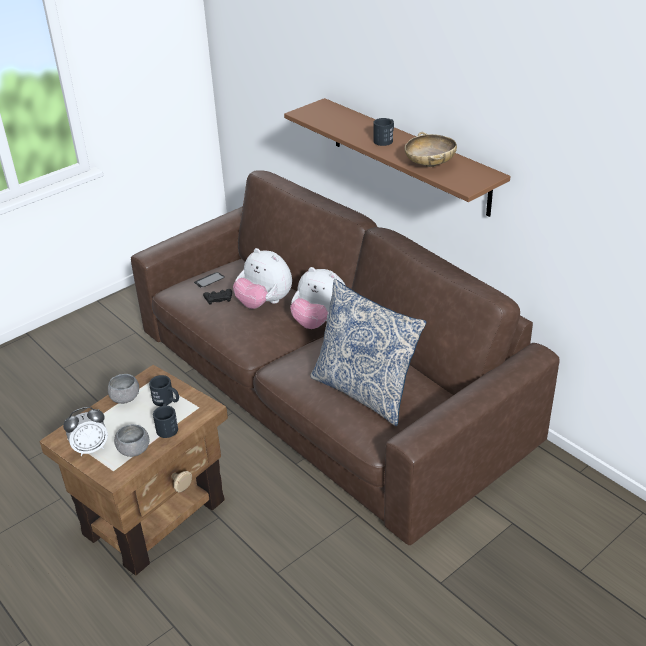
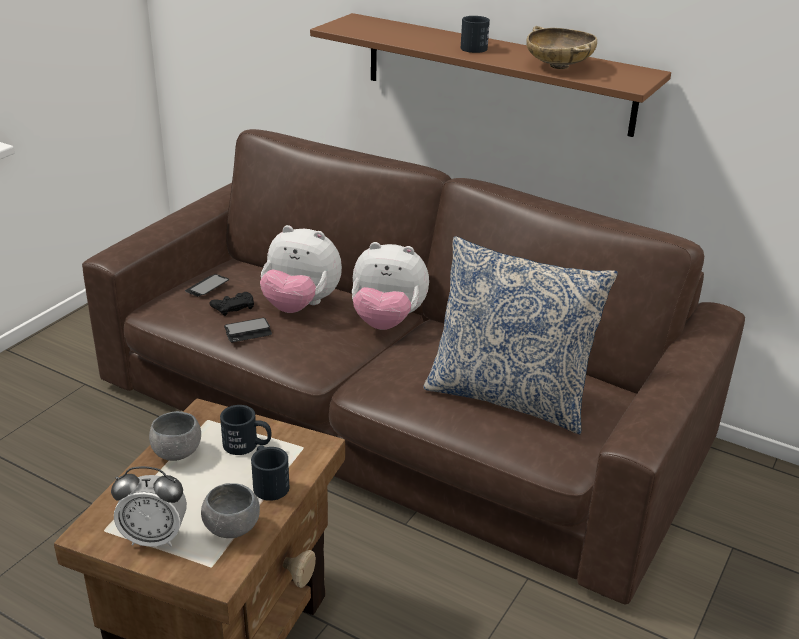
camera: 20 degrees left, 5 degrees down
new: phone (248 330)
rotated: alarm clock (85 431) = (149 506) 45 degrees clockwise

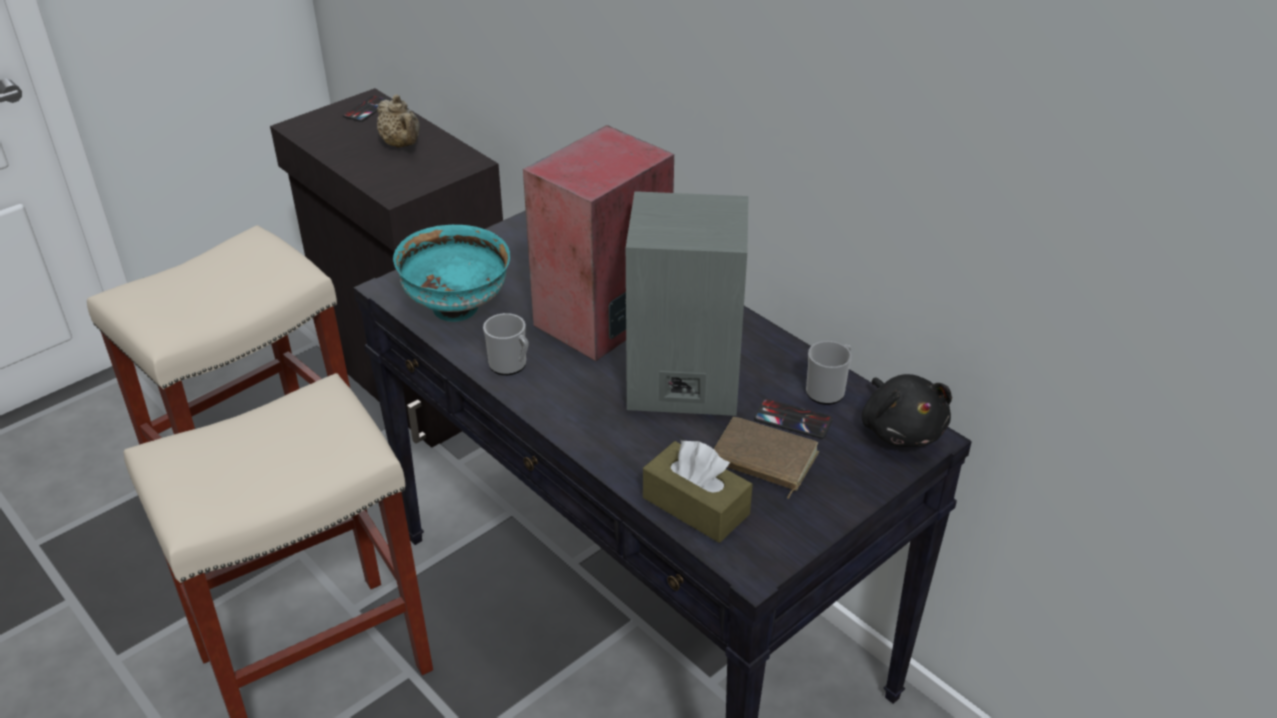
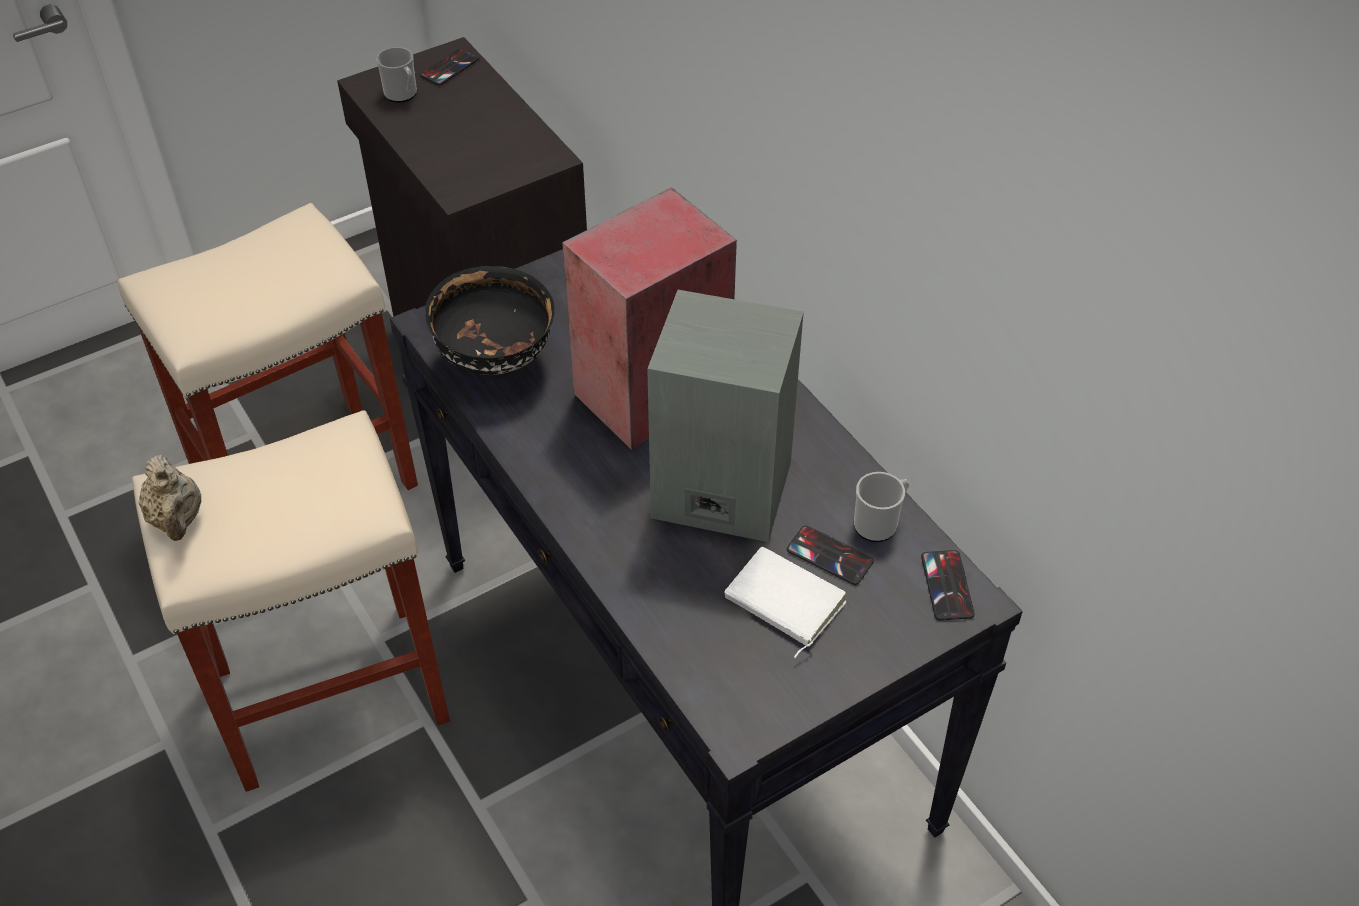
camera: 10 degrees right, 10 degrees up
gone: brown tissue box (698 491)
shifted: beige teapot (398 121) to (169 498); mug (506 344) to (396 75)
swapped: black plush toy (907 410) to phone (948 585)
repainted: turquoise bowl (451 273) to black bowl (490 322); brown book (766 458) to white book (785 602)

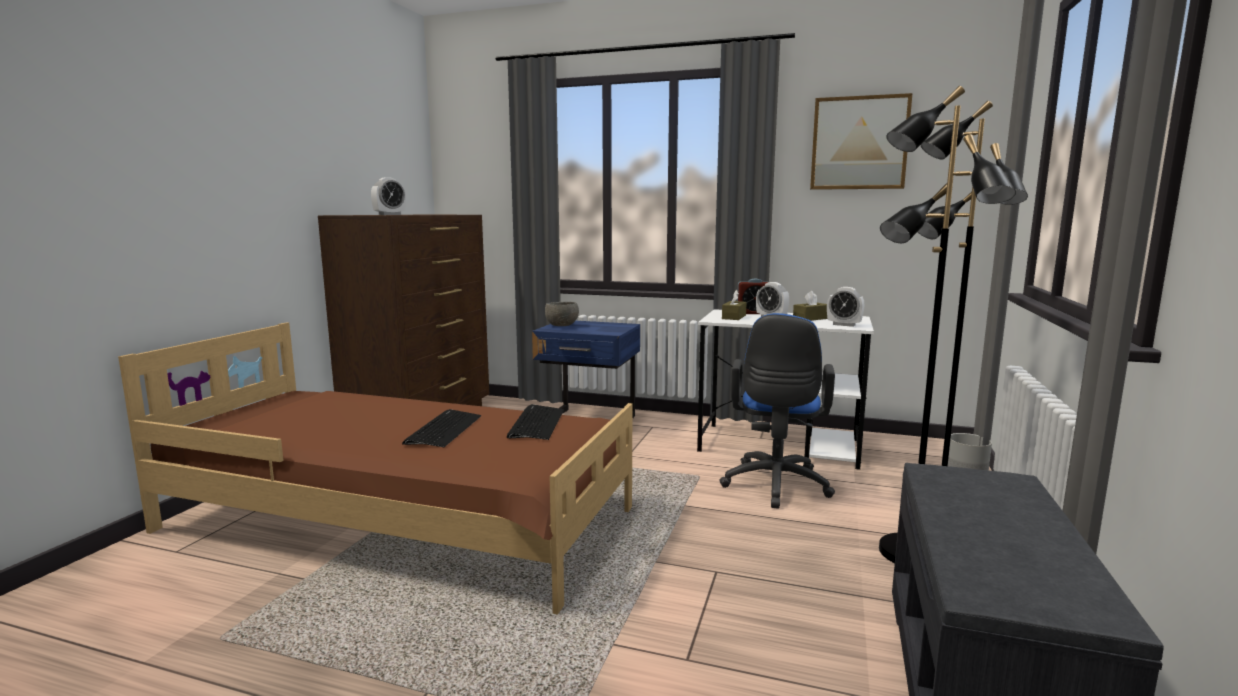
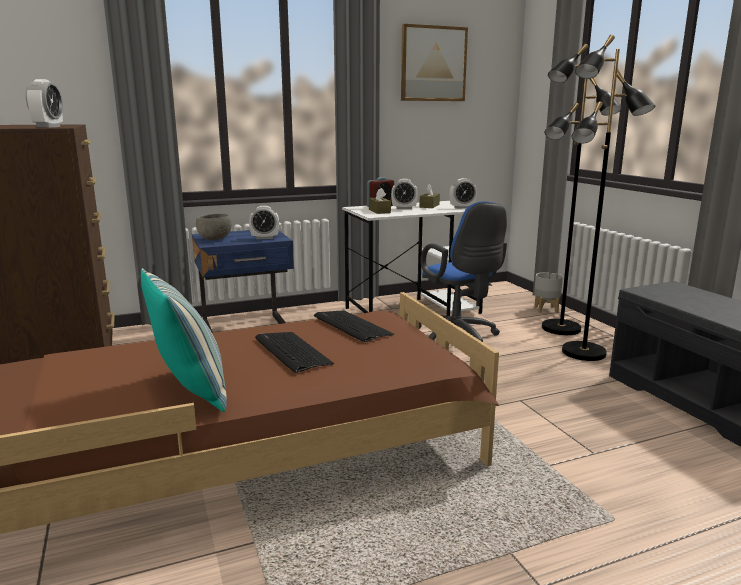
camera: 40 degrees left, 5 degrees up
new: pillow (184 340); alarm clock (264 222)

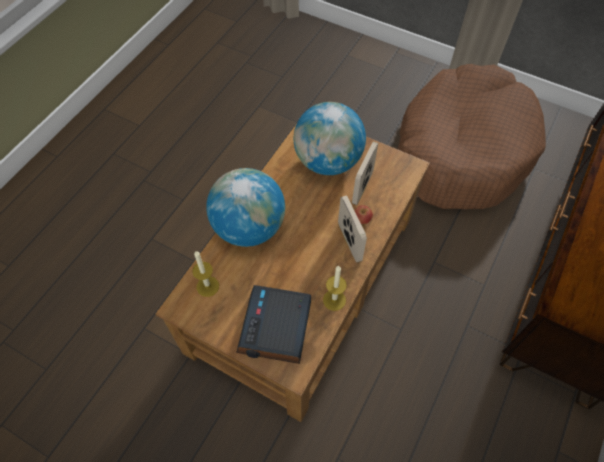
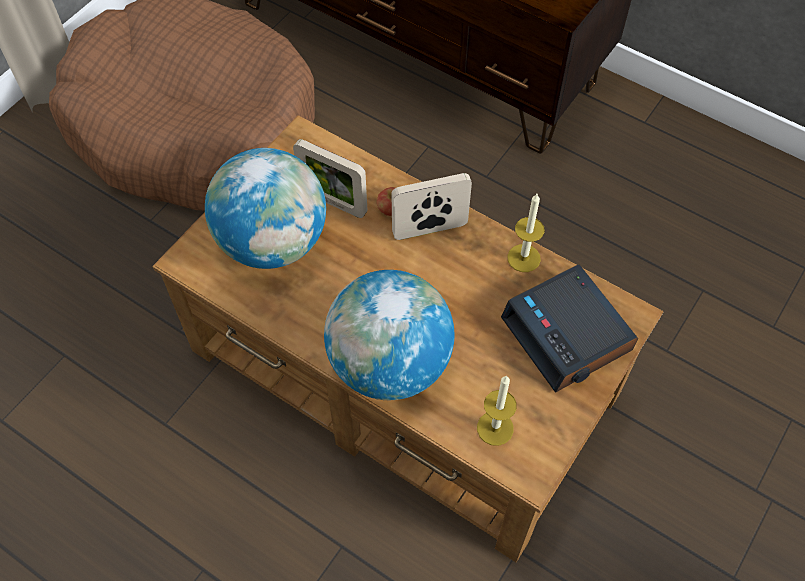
camera: 85 degrees left, 0 degrees up
rotated: alarm clock (273 324) = (569 329) 45 degrees clockwise

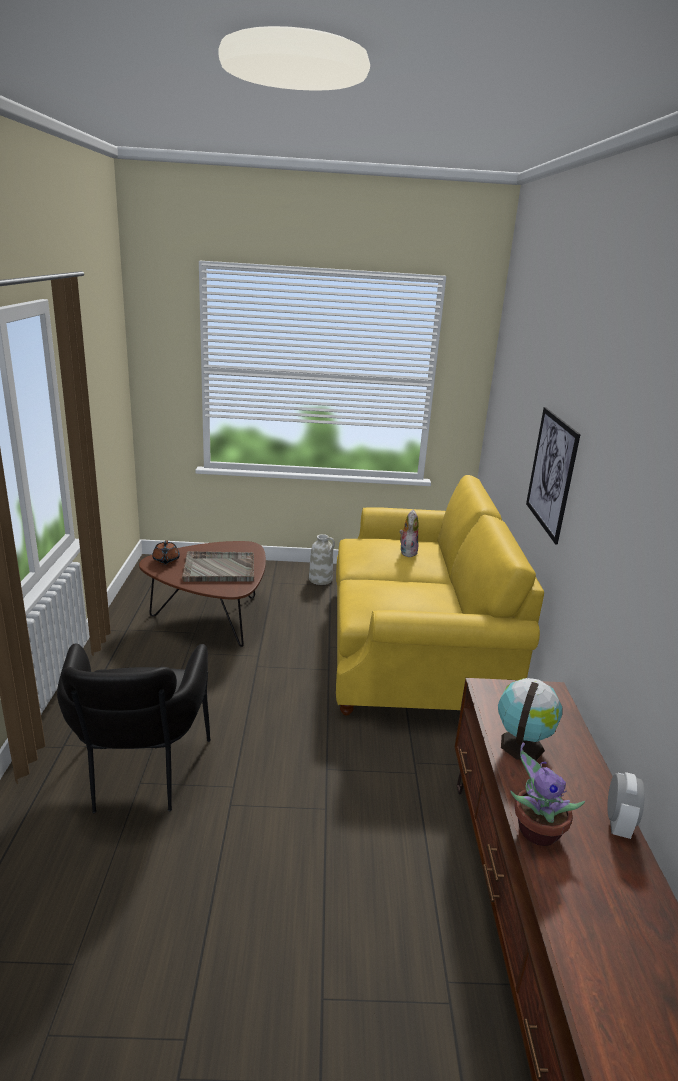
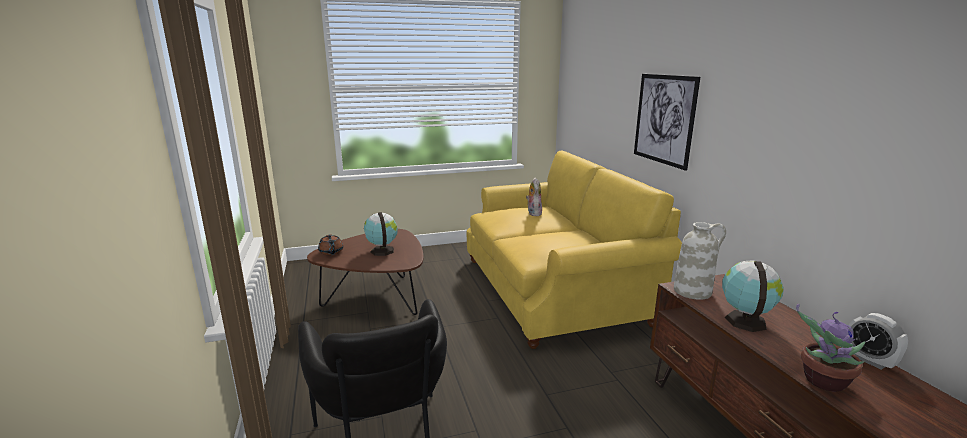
camera: 15 degrees left, 5 degrees down
shifted: white vase (322 559) to (700 261)
swapped: grey tray (218 566) to globe (381 234)
rotated: alarm clock (626 805) = (878 341) 150 degrees clockwise

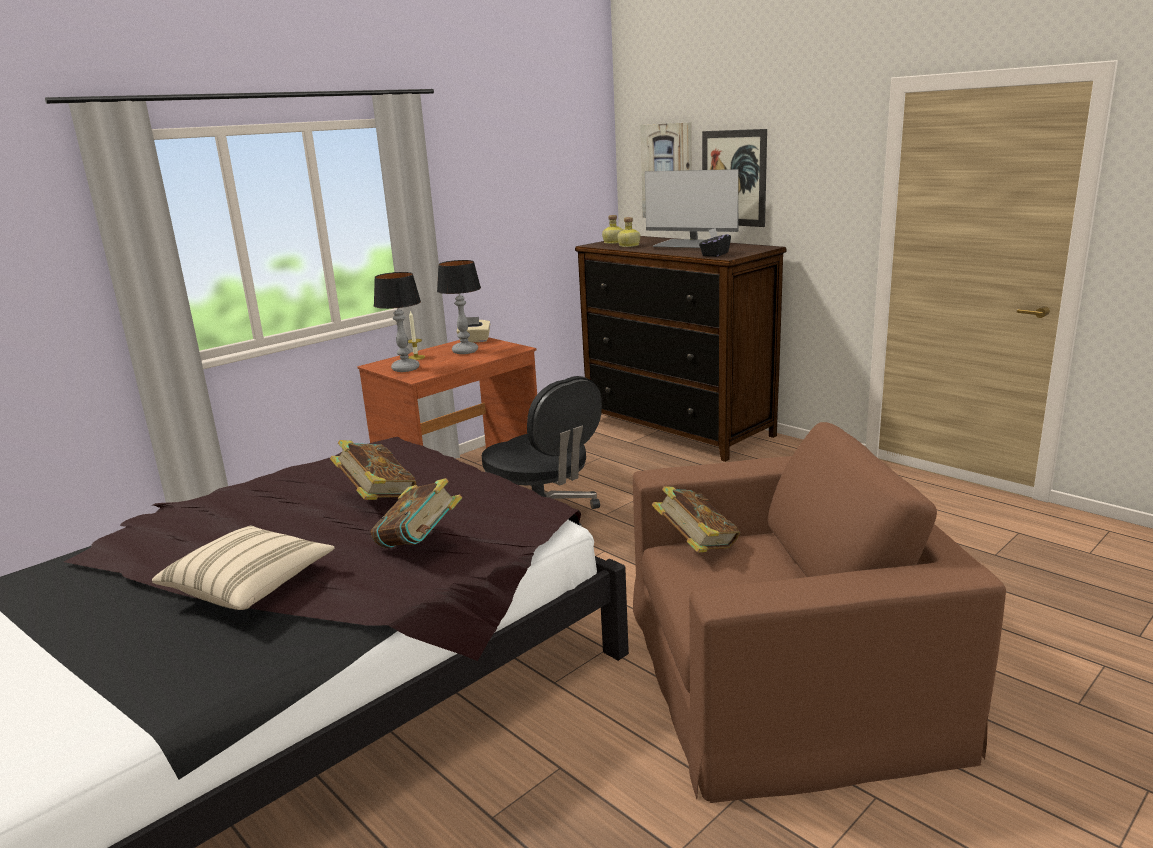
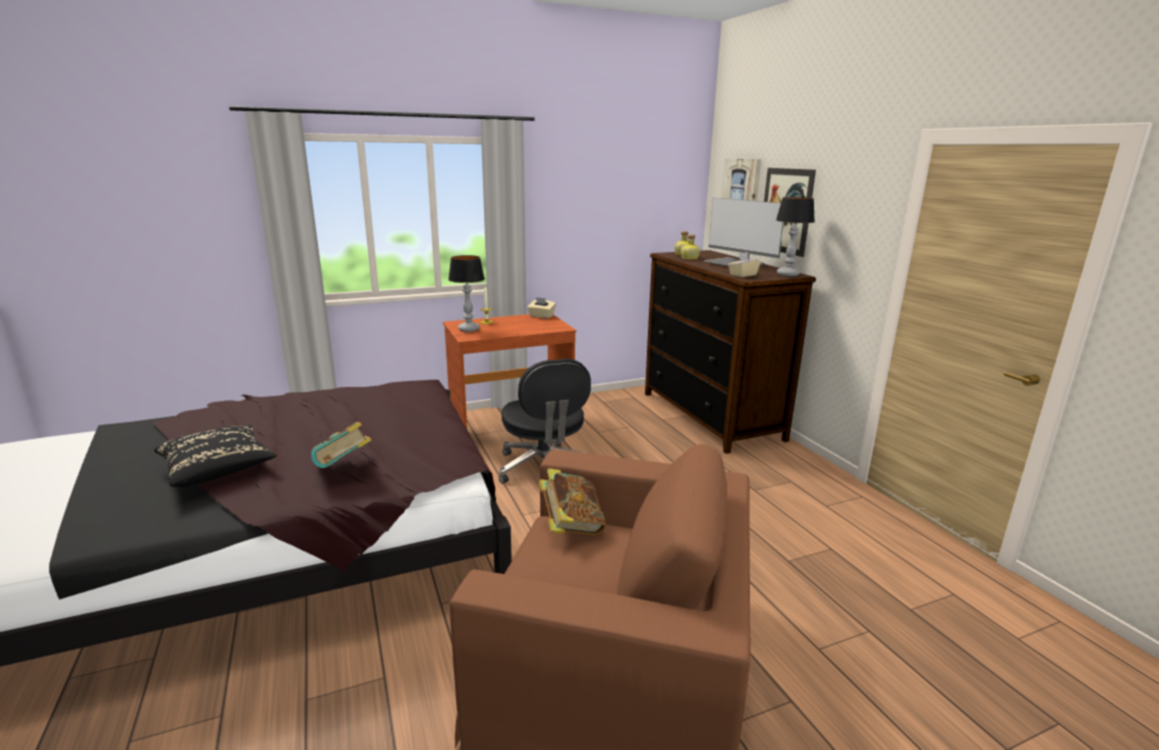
camera: 20 degrees right, 0 degrees up
gone: book (373 470)
shifted: table lamp (459 307) to (795 236)
repainted: beige pillow (243 568) to black pillow (215 456); black tissue box (715 242) to beige tissue box (744 264)

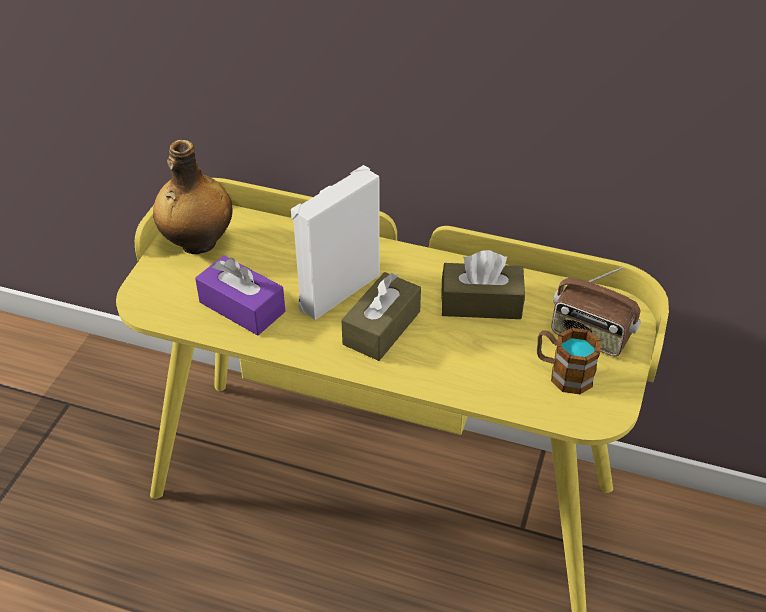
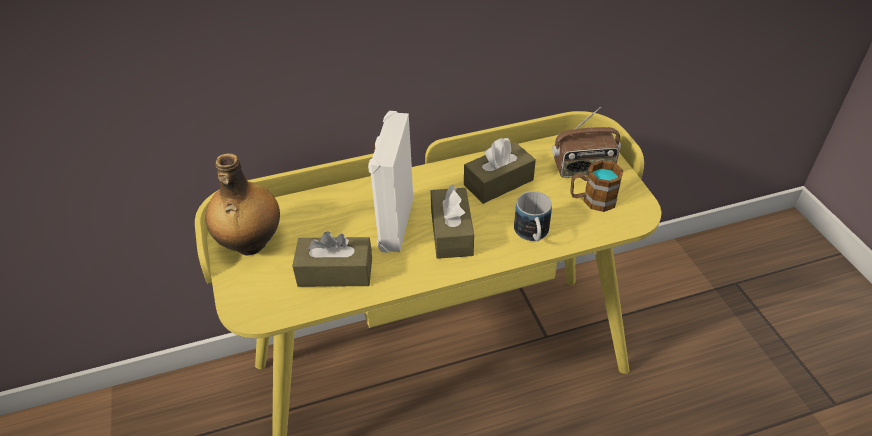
camera: 35 degrees left, 0 degrees up
new: mug (533 216)
repainted: purple tissue box (240 295) to brown tissue box (332 259)

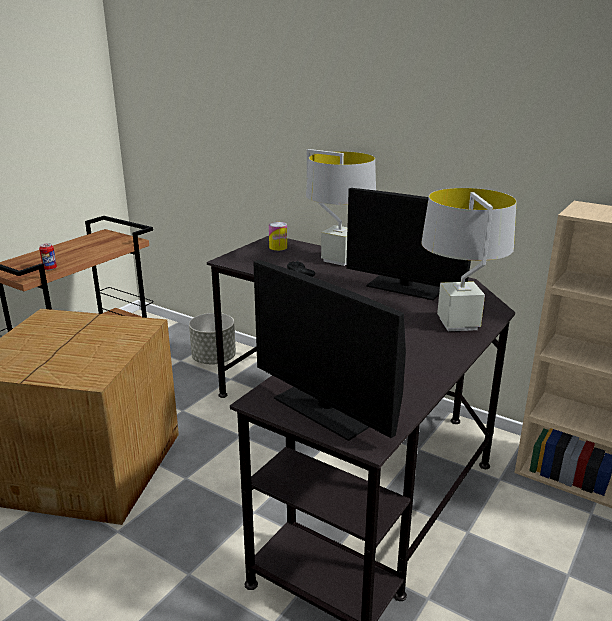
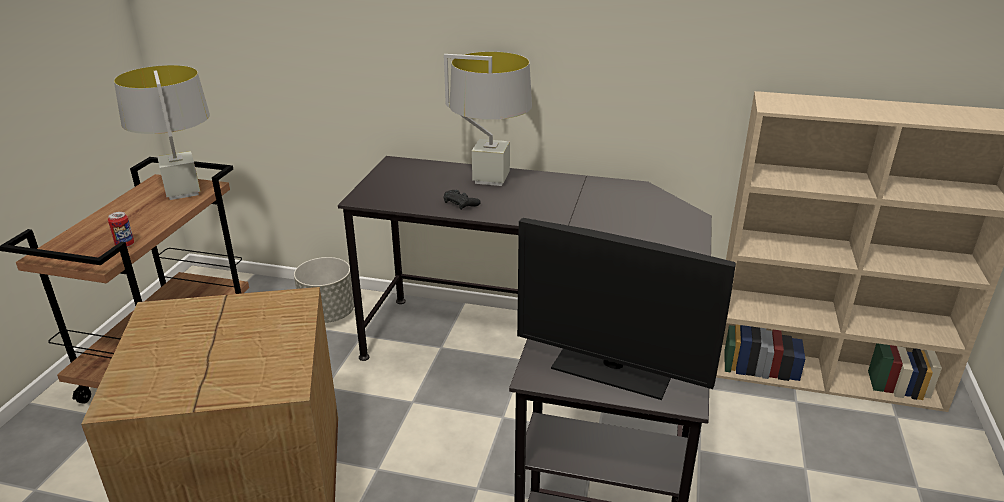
camera: 20 degrees left, 5 degrees up
gone: can (278 236); monitor (408 244)
shifted: grey table lamp (469 259) to (162 132)

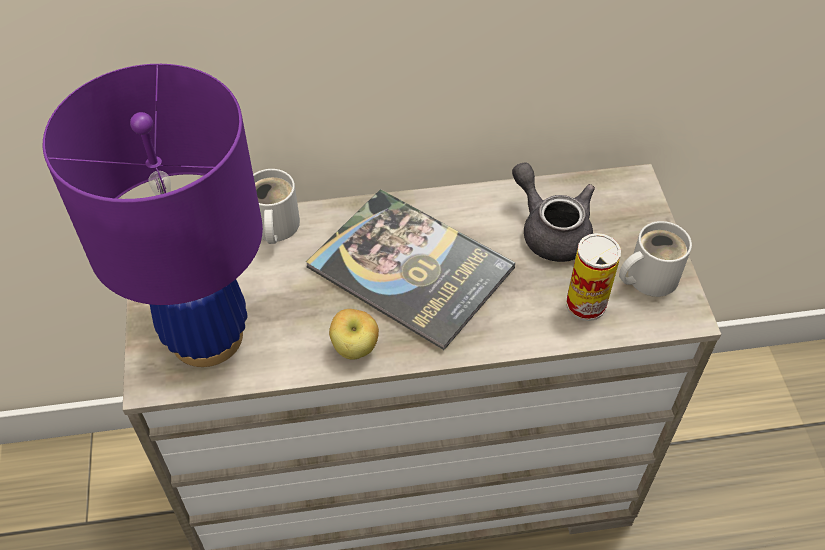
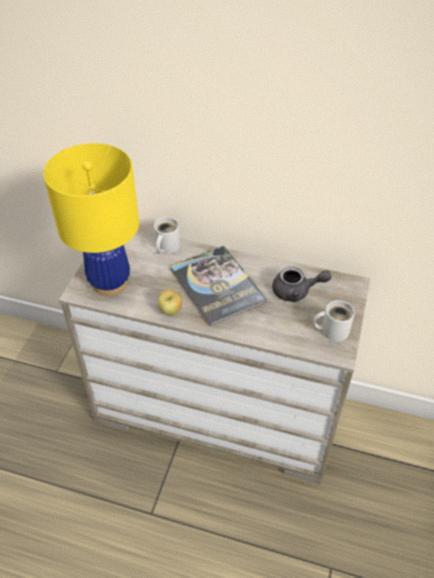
camera: 25 degrees right, 5 degrees down
gone: can (593 277)
repainted: purple table lamp (153 215) to yellow table lamp (91 219)
rotated: grey teapot (553 212) = (302 284) 105 degrees clockwise

